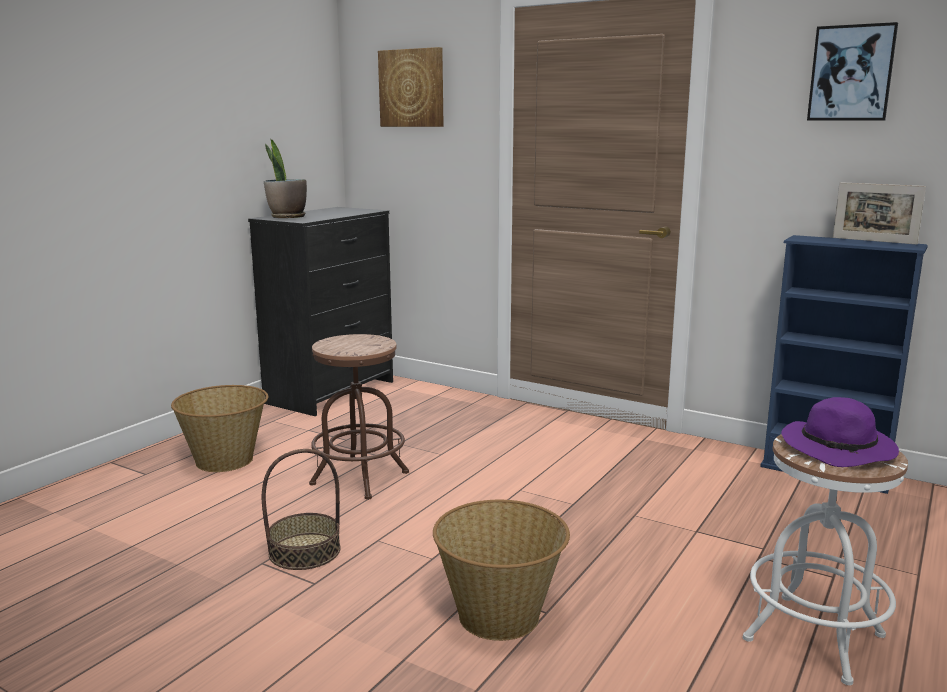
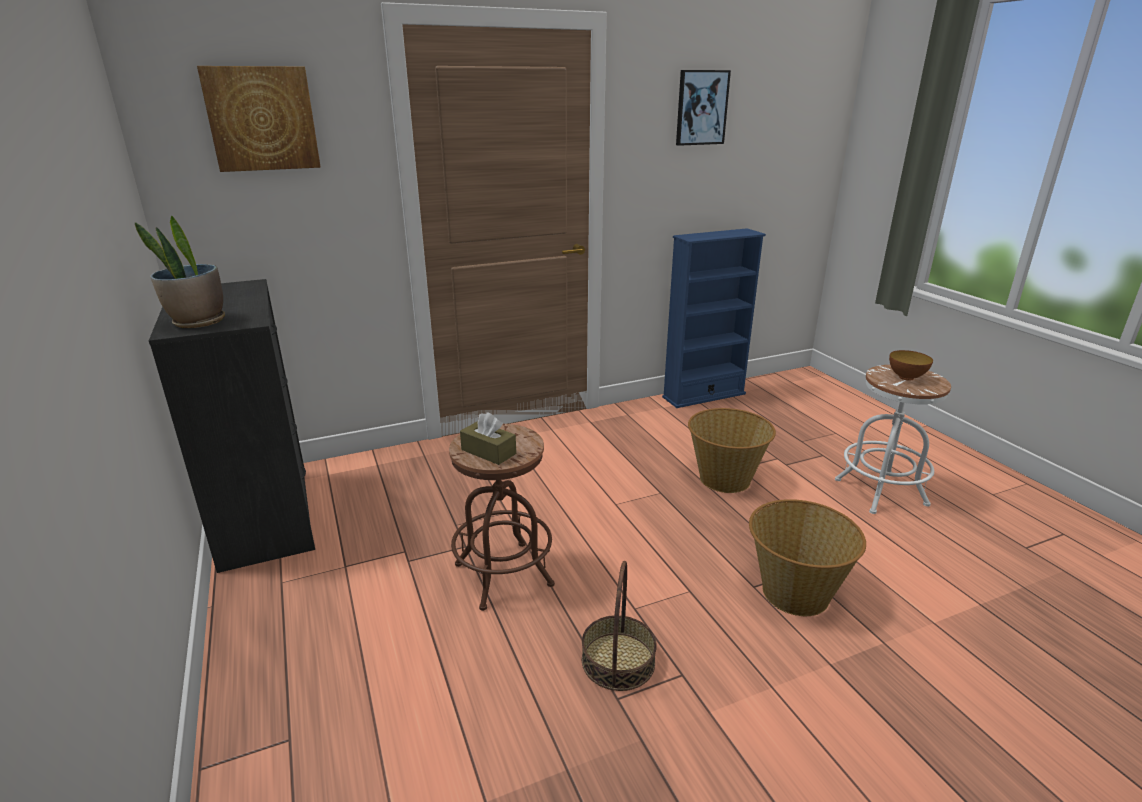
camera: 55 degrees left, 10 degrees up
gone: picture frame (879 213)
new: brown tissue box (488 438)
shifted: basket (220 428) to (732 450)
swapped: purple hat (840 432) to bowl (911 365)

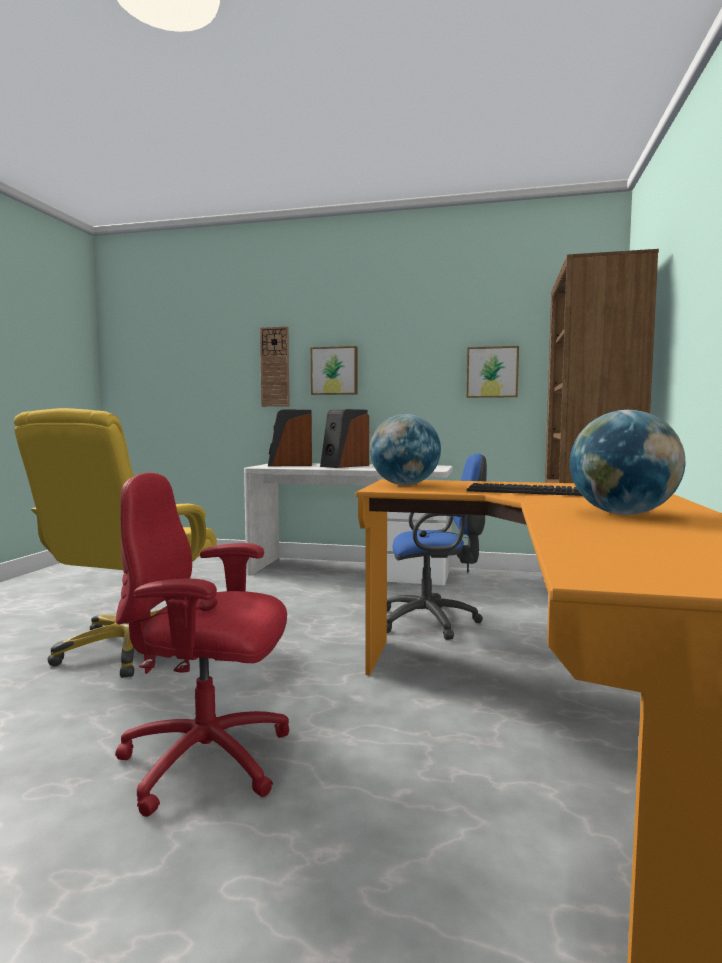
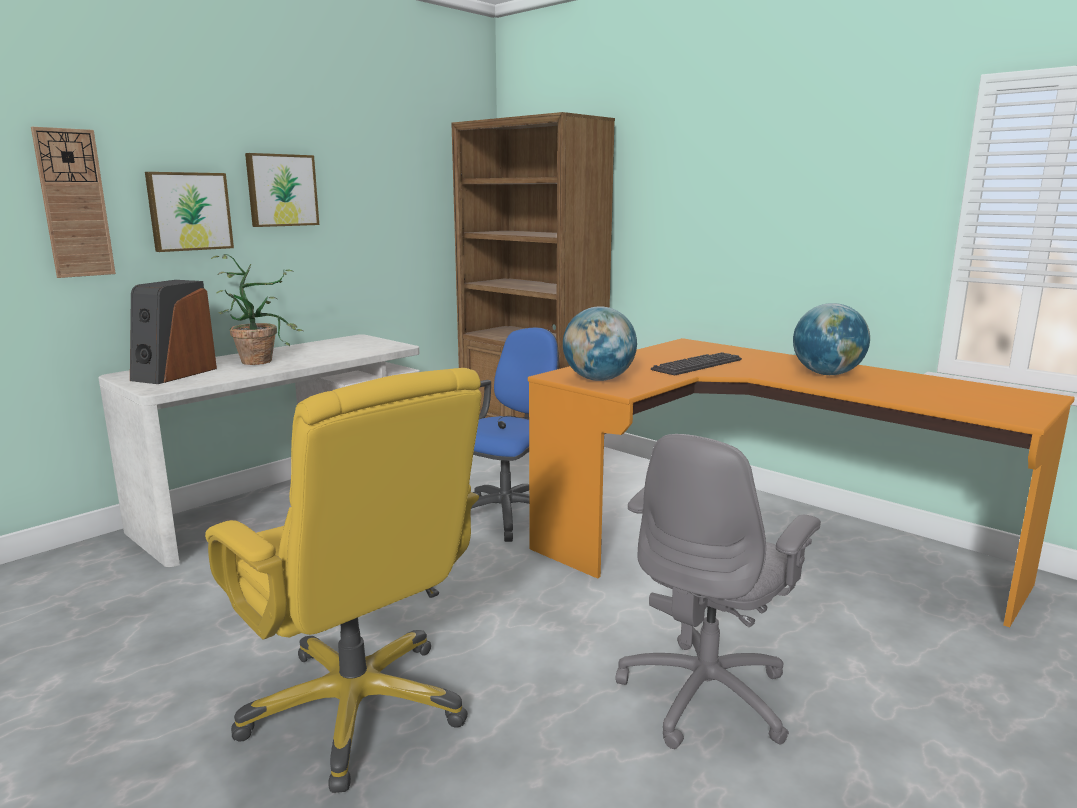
camera: 60 degrees left, 10 degrees up
shifted: picture (493 372) to (282 190)
swapped: speaker (344 438) to potted plant (258 309)
repainted: red office chair (202 644) to grey office chair (718 591)

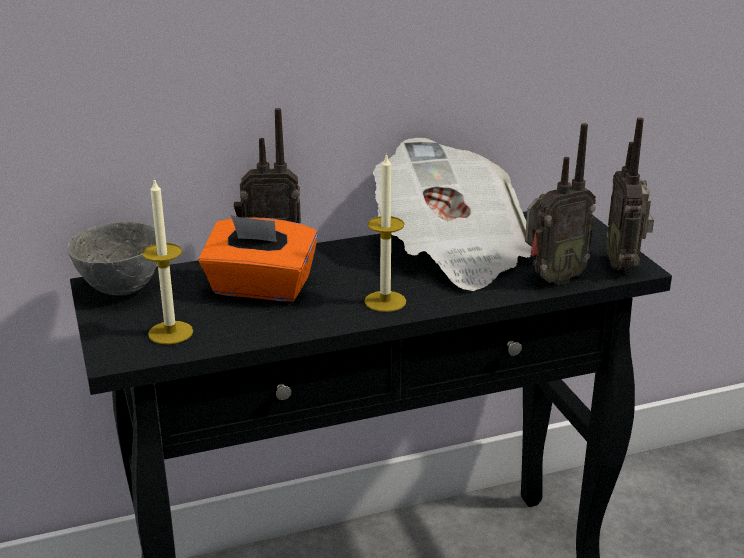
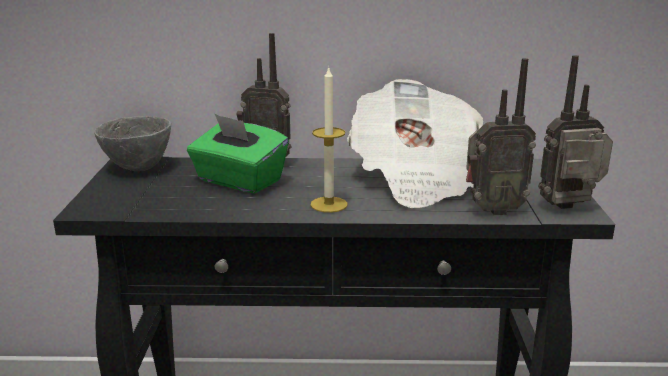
camera: 20 degrees right, 5 degrees down
gone: candle (167 261)
repainted: orange tissue box (258 258) to green tissue box (238 153)
rotated: radio (630 193) = (575 132) 60 degrees clockwise

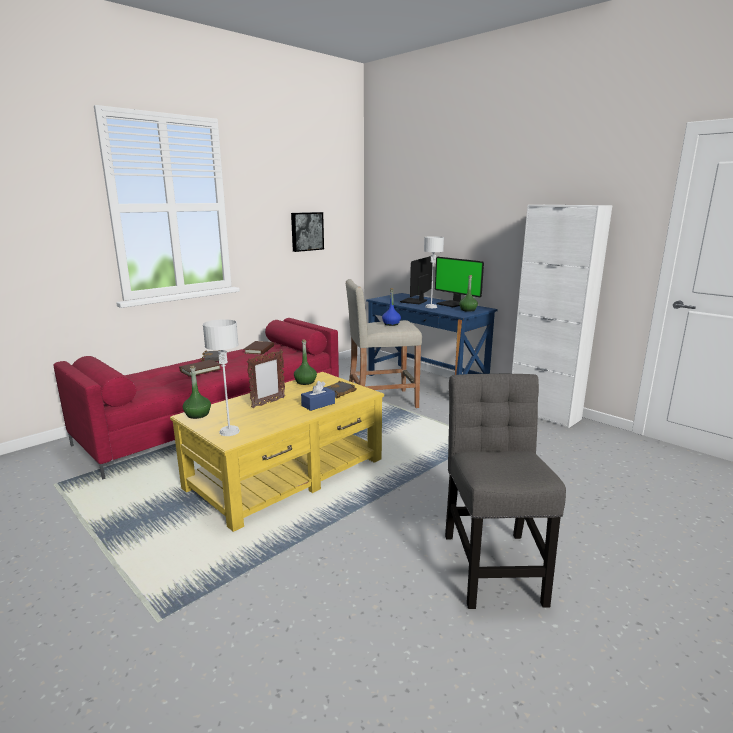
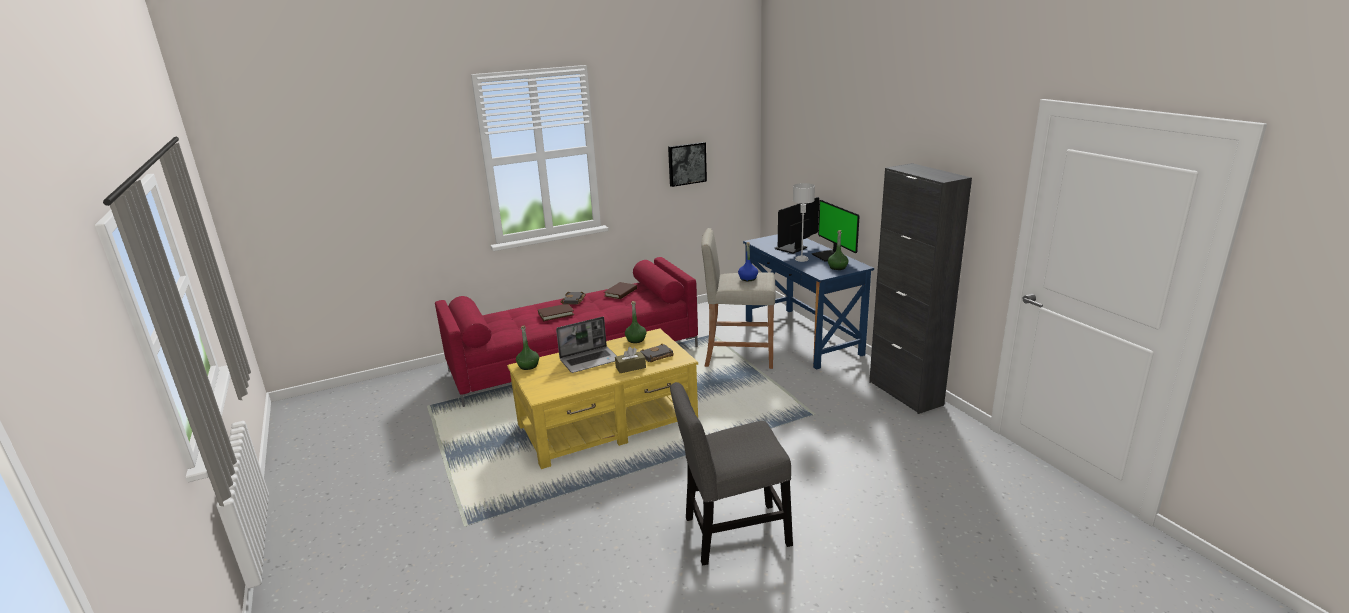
camera: 20 degrees right, 5 degrees up
gone: grey table lamp (221 377)
swapped: picture frame (266 379) to laptop (586 345)
repainted: blue tissue box (318 396) to brown tissue box (630 360); white cabinet (562 316) to black cabinet (920 288)
rotated: grey chair (505 491) = (731 473) 120 degrees counterclockwise

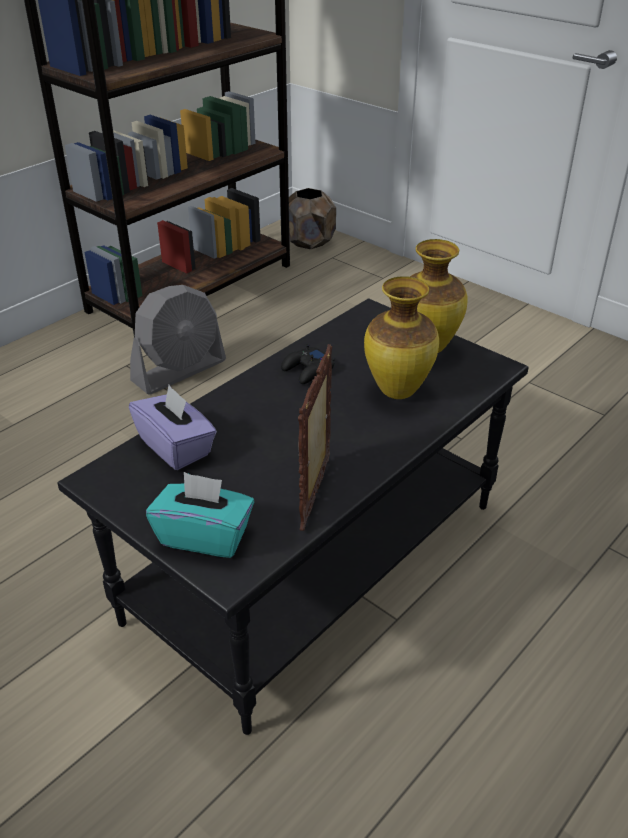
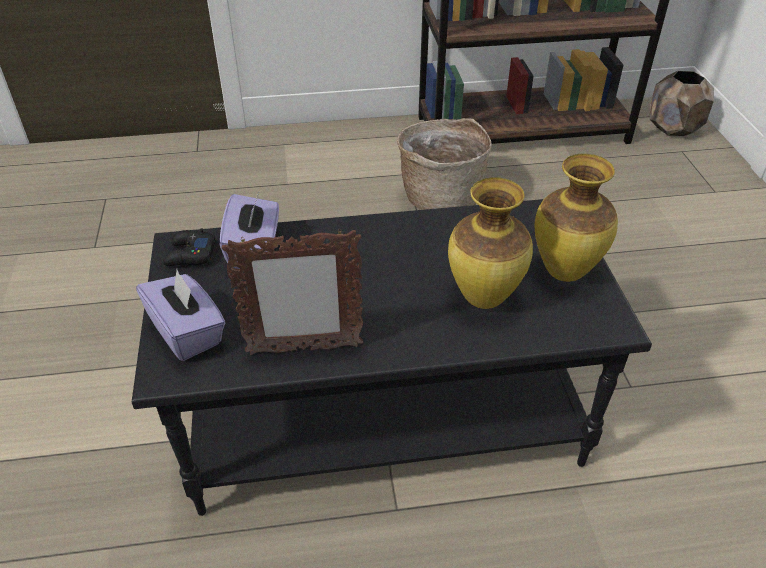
camera: 40 degrees right, 5 degrees up
shifted: black game controller (307 364) to (189 247)
swapped: grey fan (178 340) to basket (444 164)
repainted: turquoise tissue box (200 515) to purple tissue box (180 315)
rotated: picture frame (315 437) = (292 292) 150 degrees counterclockwise

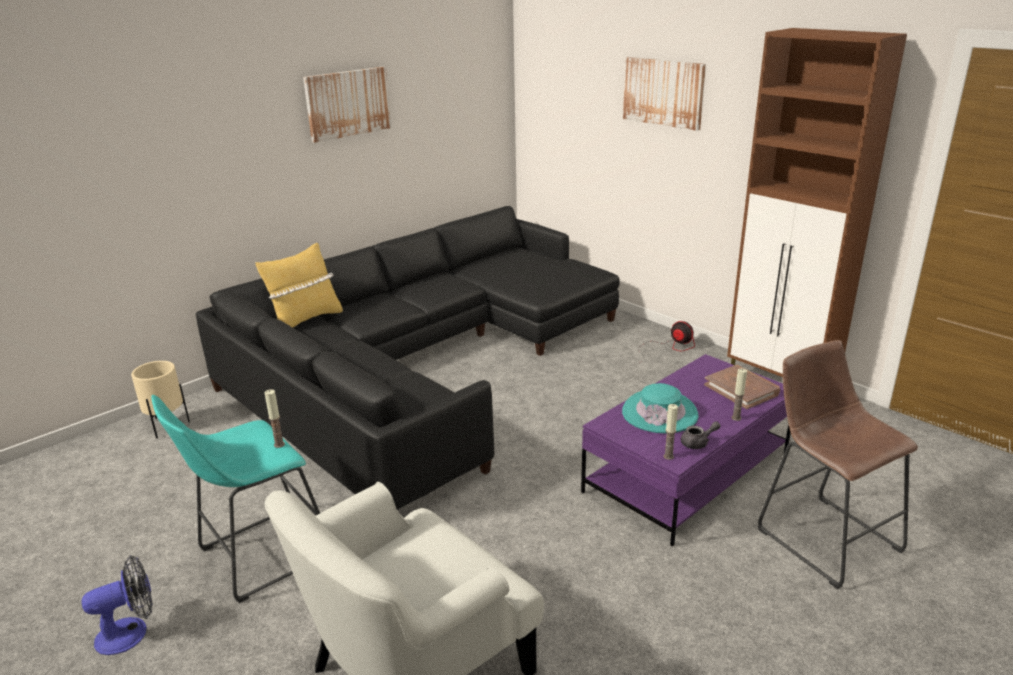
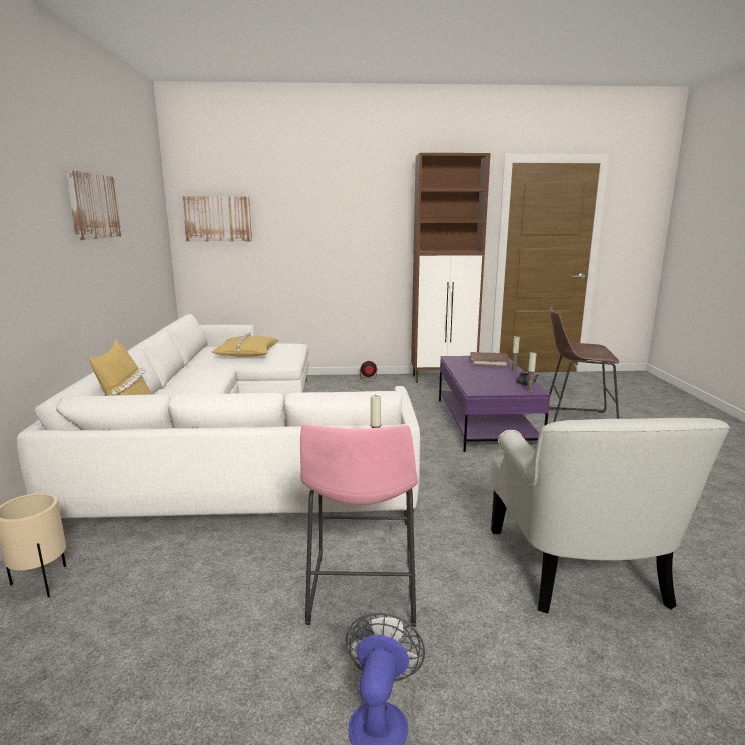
camera: 50 degrees left, 10 degrees down
gone: turquoise hat (660 408)
new: yellow pillow (245 344)
shifted: picture (664 94) to (217 219)
repainted: turquoise stool (235 499) to pink stool (359 525); black sofa (408 358) to white sofa (218 419)

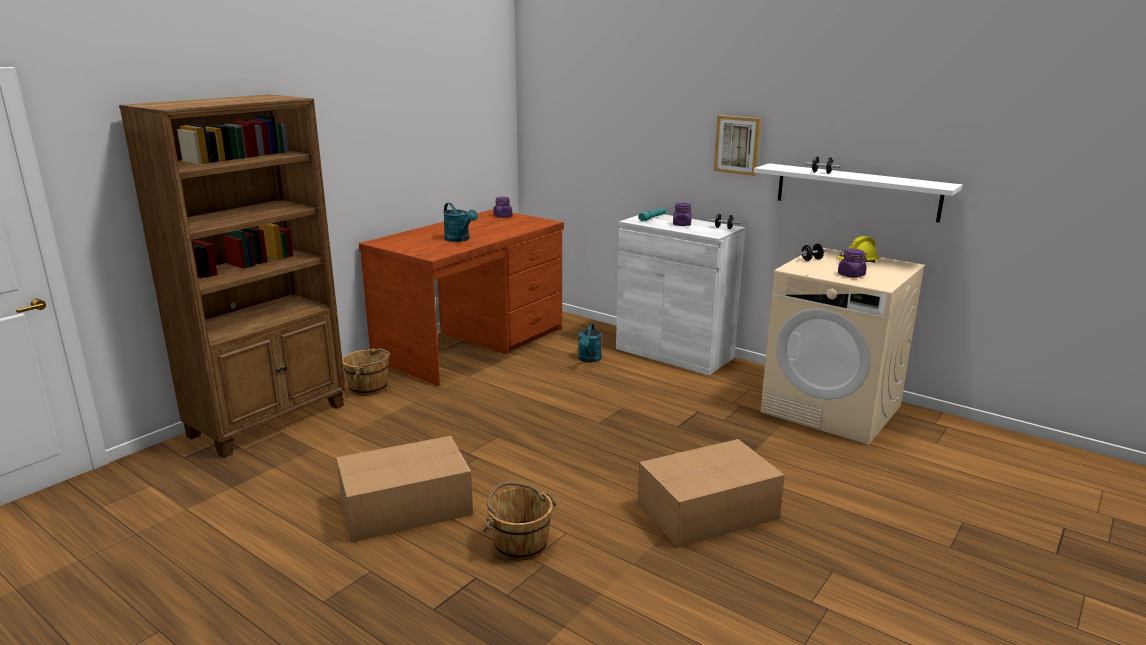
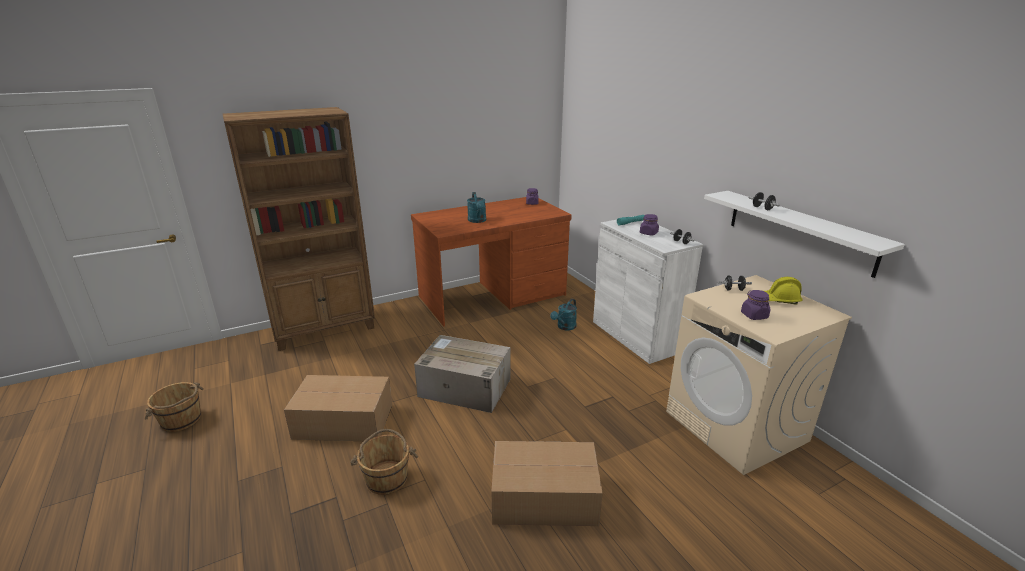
camera: 25 degrees right, 5 degrees up
gone: picture (738 145)
new: cardboard box (462 374)
shifted: brown bucket (366 372) to (174 407)

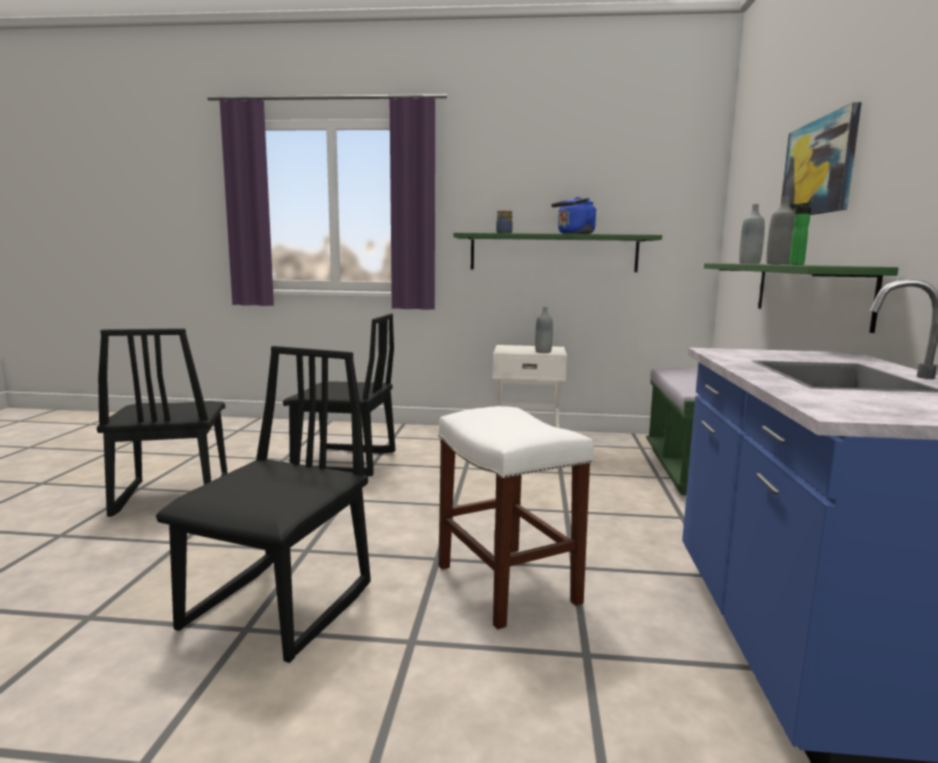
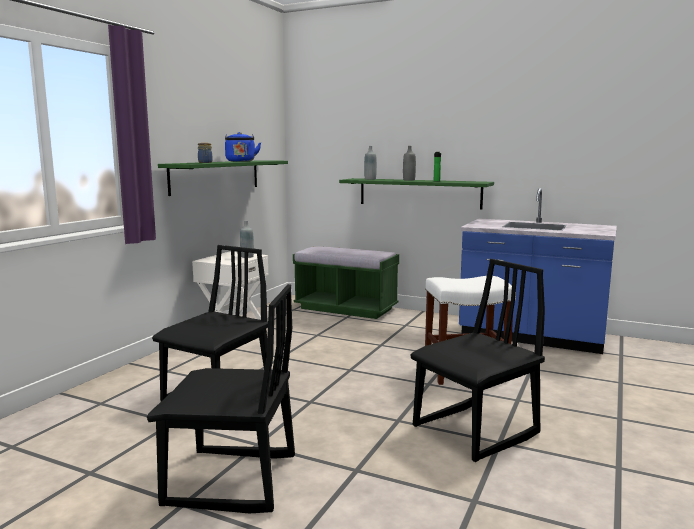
camera: 70 degrees left, 0 degrees up
gone: picture (821 158)
rotated: black chair (263 504) = (477 360) 105 degrees clockwise

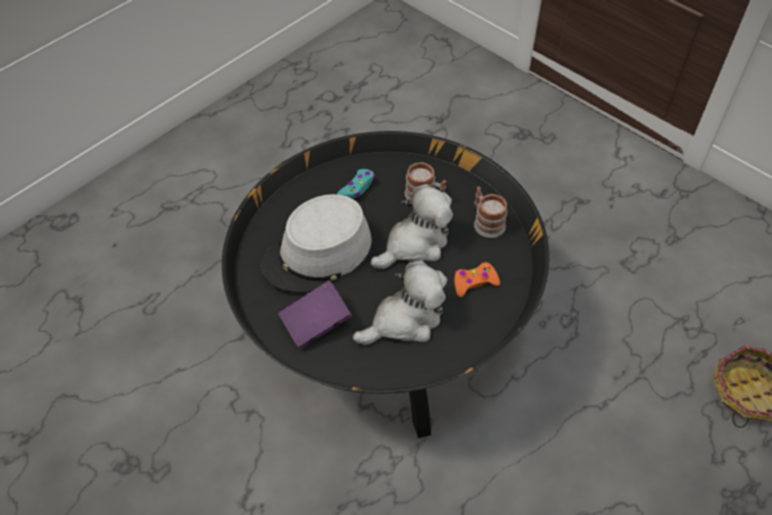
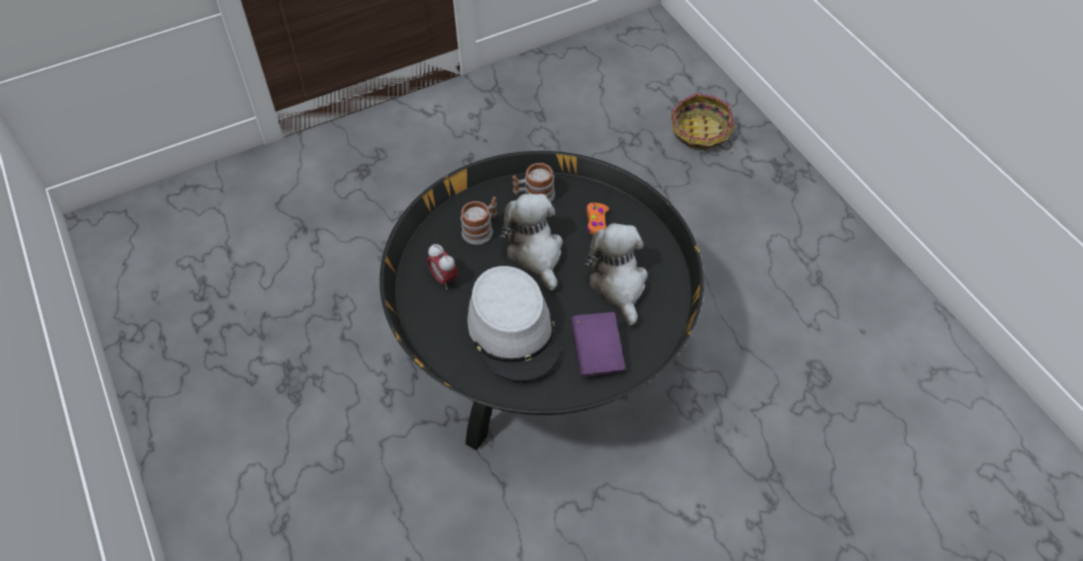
camera: 70 degrees left, 0 degrees up
swapped: turquoise game controller (356 183) to alarm clock (442 266)

